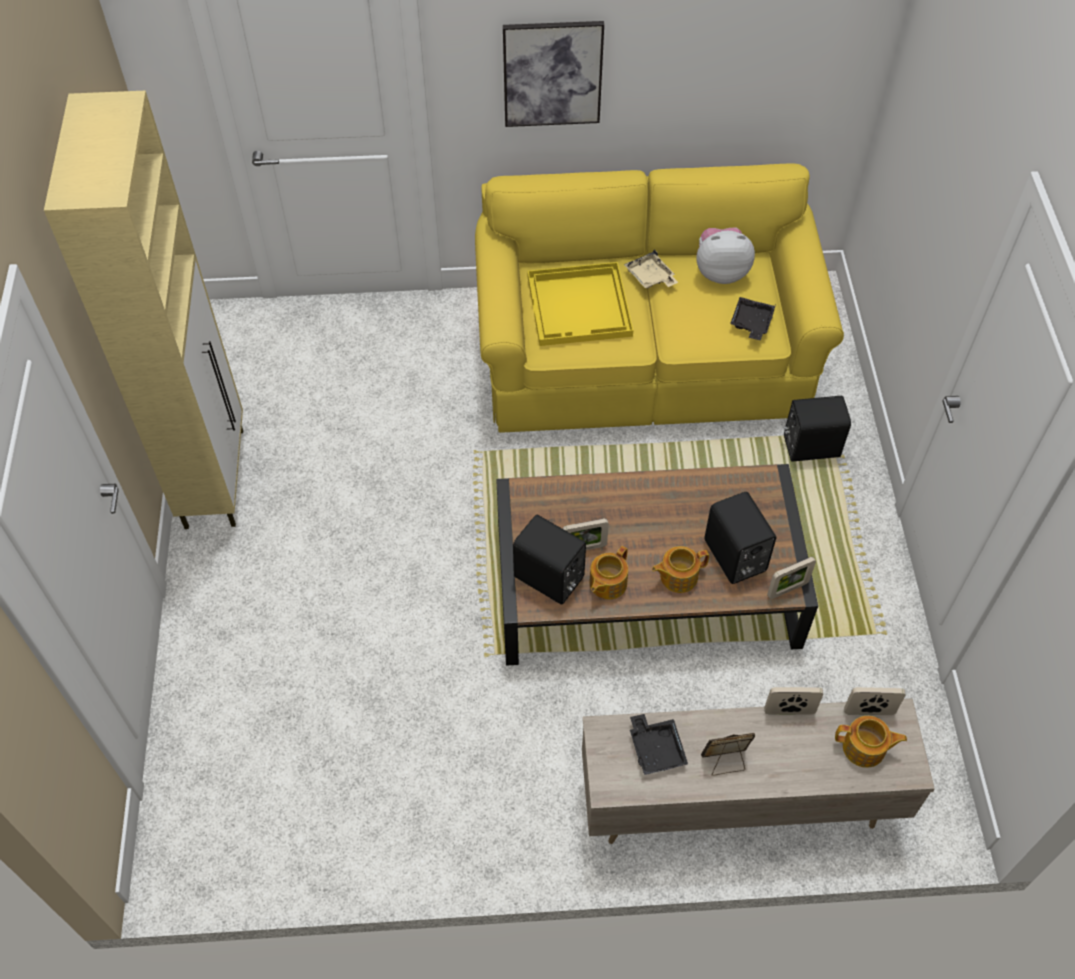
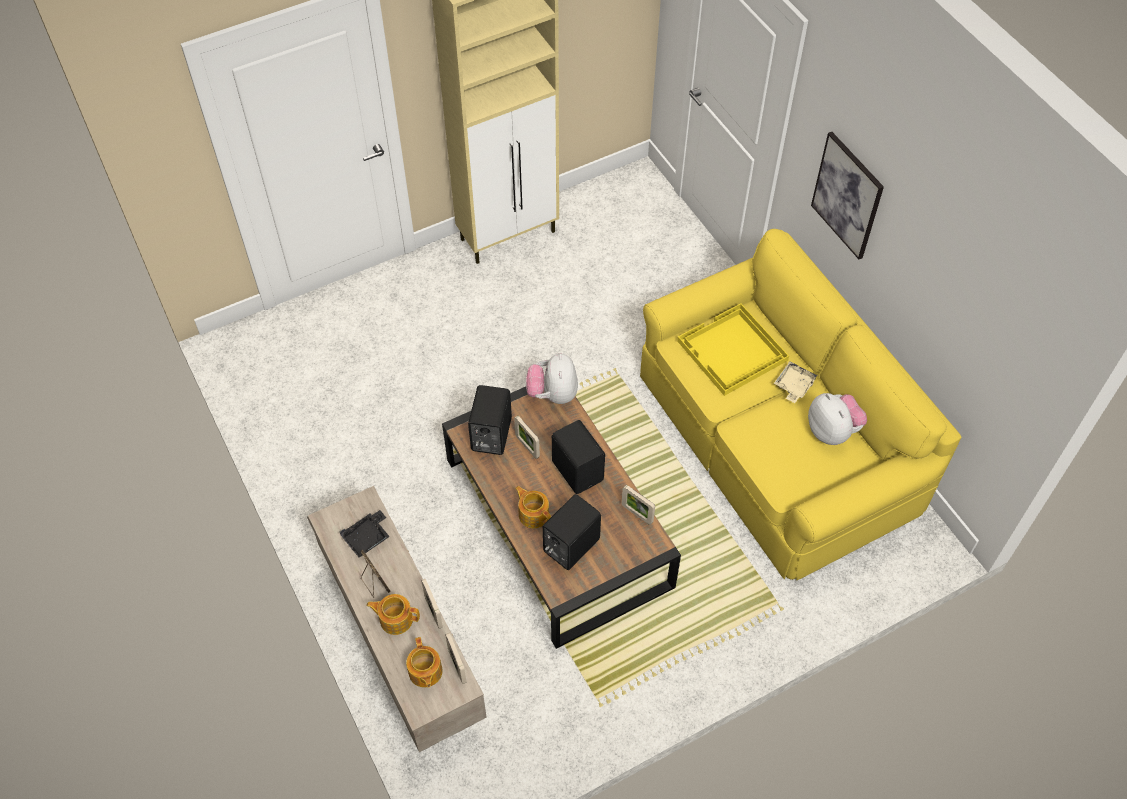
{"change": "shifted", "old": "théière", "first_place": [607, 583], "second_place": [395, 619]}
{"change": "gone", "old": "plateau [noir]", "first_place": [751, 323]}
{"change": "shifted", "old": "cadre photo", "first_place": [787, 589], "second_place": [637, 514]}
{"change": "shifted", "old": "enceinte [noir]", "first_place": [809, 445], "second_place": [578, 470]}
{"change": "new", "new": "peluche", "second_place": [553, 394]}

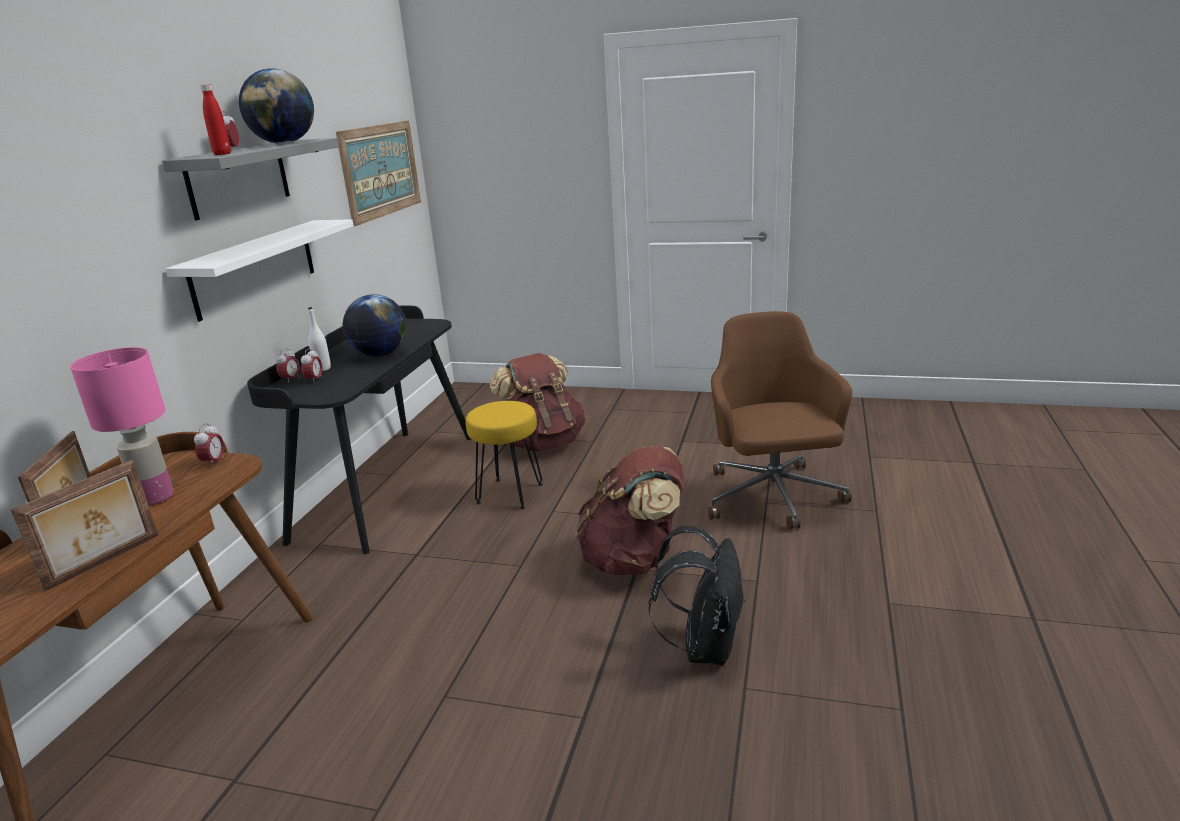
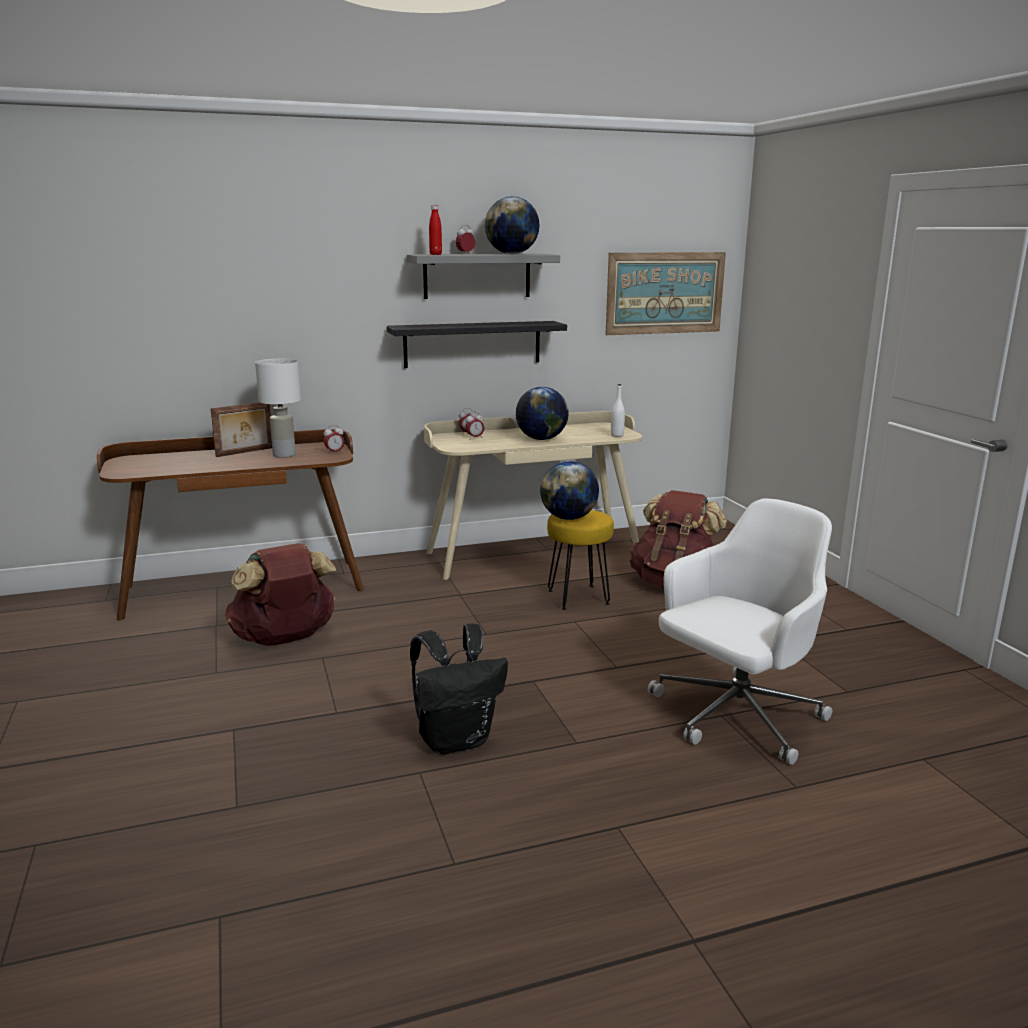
{"change": "gone", "old": "cadre photo", "first_place": [105, 562]}
{"change": "repainted", "old": "lampe de table [rose]", "new": "lampe de table [blanc]", "first_place": [154, 498], "second_place": [283, 455]}
{"change": "repainted", "old": "étagère [blanc]", "new": "étagère [noir]", "first_place": [255, 268], "second_place": [472, 344]}
{"change": "repainted", "old": "bureau [noir]", "new": "bureau [beige]", "first_place": [386, 485], "second_place": [533, 553]}
{"change": "shifted", "old": "bouteille [blanc]", "first_place": [323, 368], "second_place": [617, 435]}
{"change": "shifted", "old": "sac à dos [marron]", "first_place": [634, 560], "second_place": [285, 639]}
{"change": "repainted", "old": "chaise de bureau [marron]", "new": "chaise de bureau [blanc]", "first_place": [772, 498], "second_place": [735, 716]}
{"change": "new", "new": "globe", "second_place": [569, 518]}

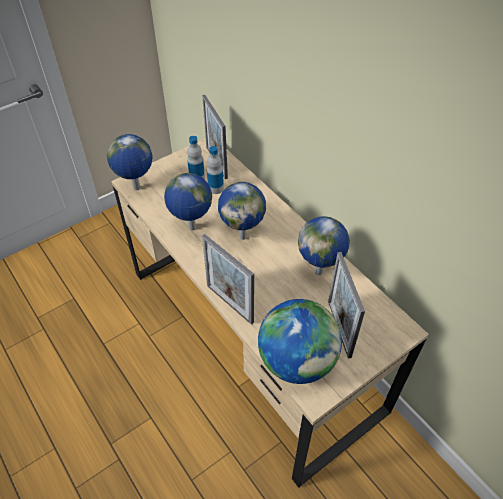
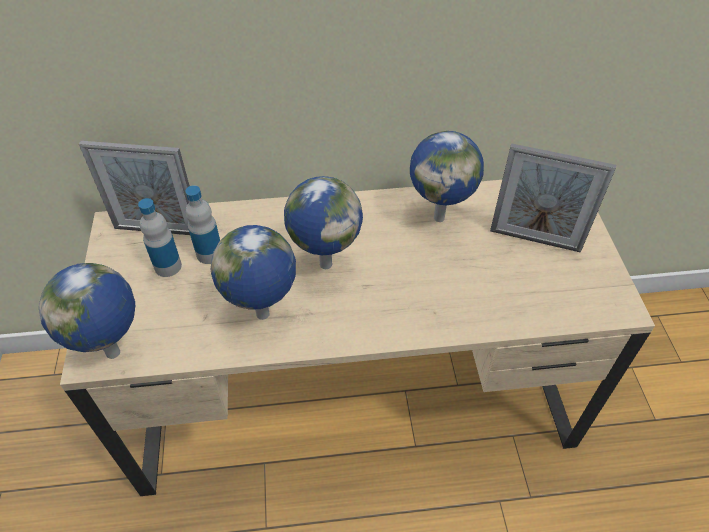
{"change": "gone", "old": "cadre photo", "first_place": [229, 303]}
{"change": "gone", "old": "globe", "first_place": [297, 361]}

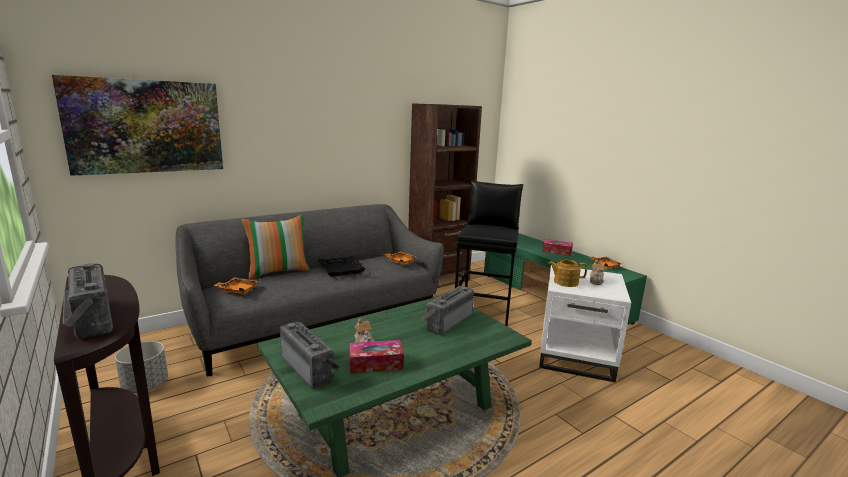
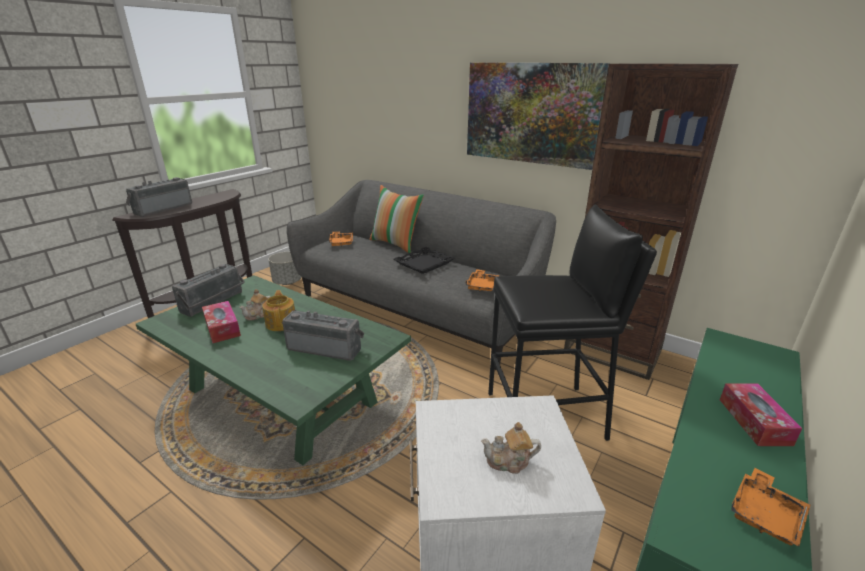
{"change": "shifted", "old": "tableau", "first_place": [146, 126], "second_place": [530, 113]}
{"change": "shifted", "old": "théière", "first_place": [565, 282], "second_place": [281, 323]}

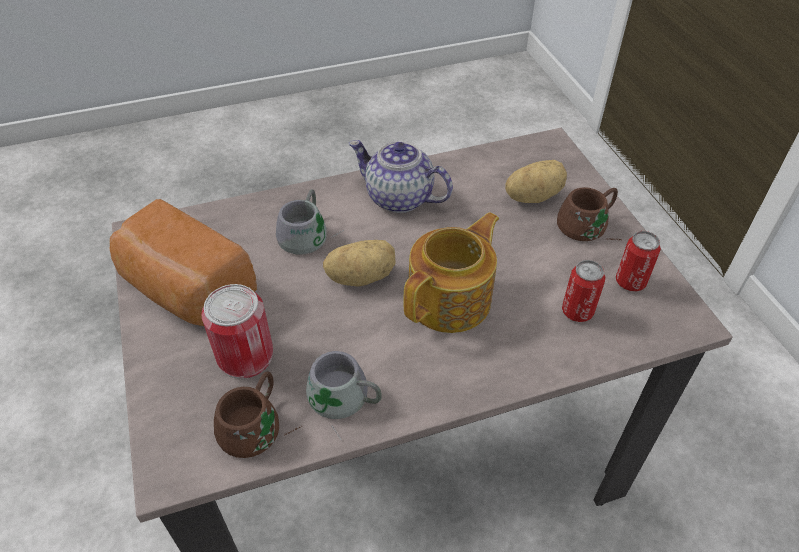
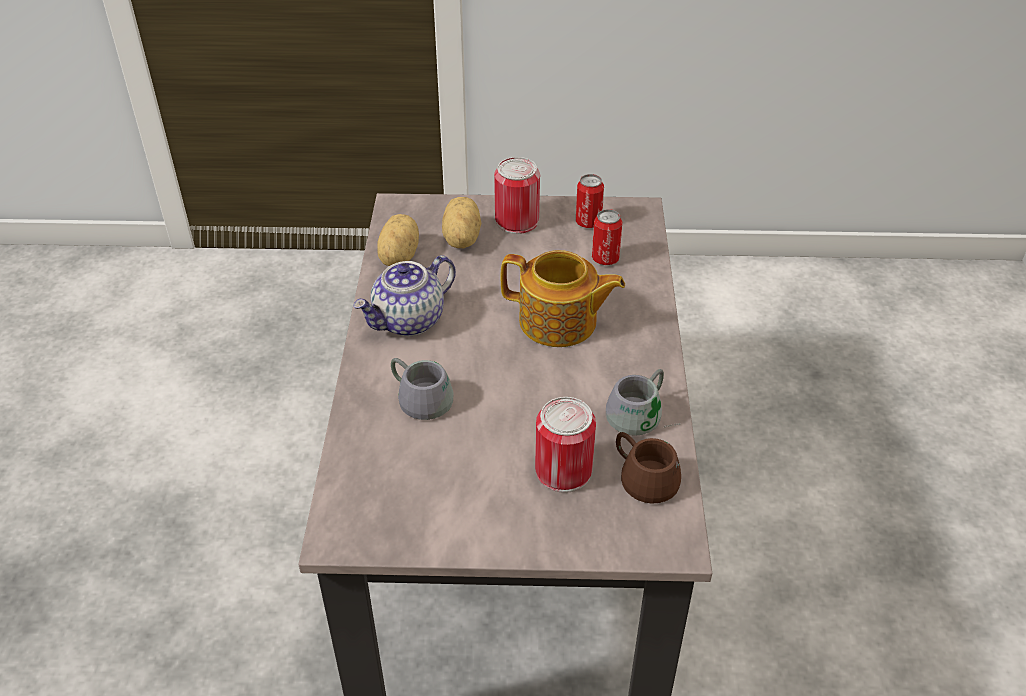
{"change": "gone", "old": "pain", "first_place": [186, 290]}
{"change": "shifted", "old": "pomme de terre", "first_place": [361, 276], "second_place": [397, 257]}
{"change": "rotated", "old": "théière", "first_place": [451, 300], "second_place": [559, 322], "degrees": 135}
{"change": "swapped", "old": "mug [marron]", "new": "boîte métallique", "first_place": [590, 226], "second_place": [517, 221]}

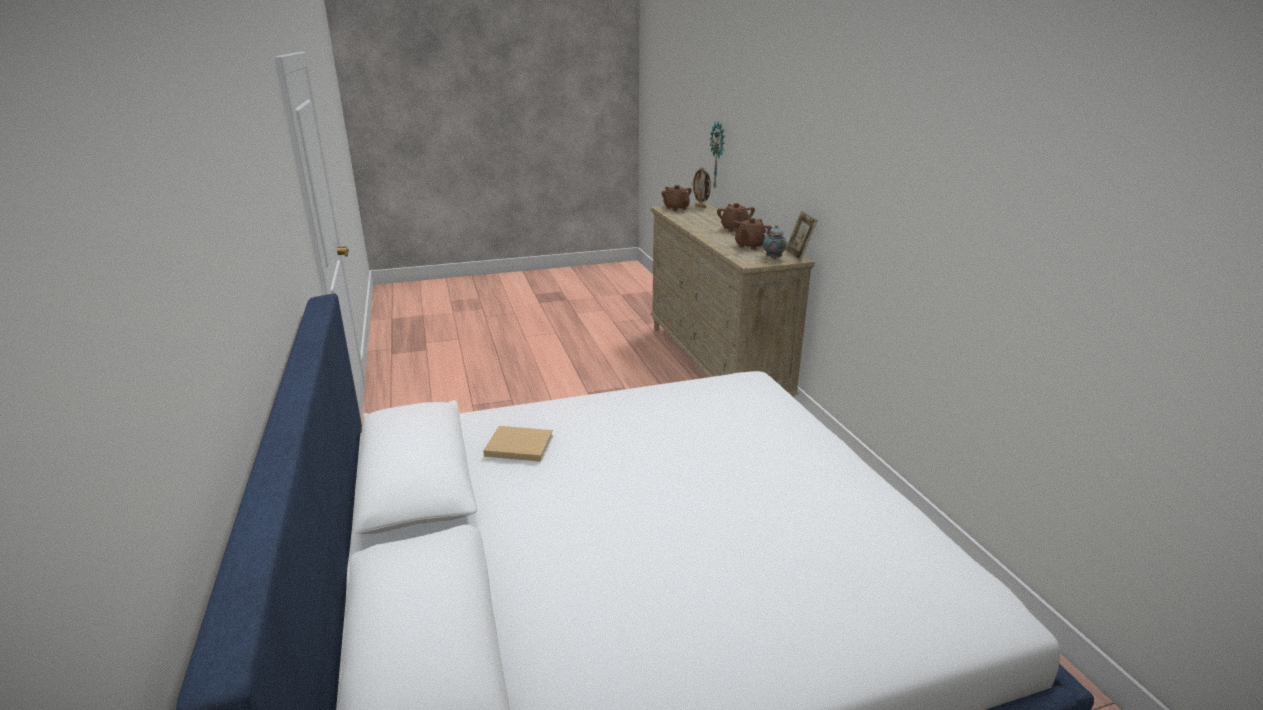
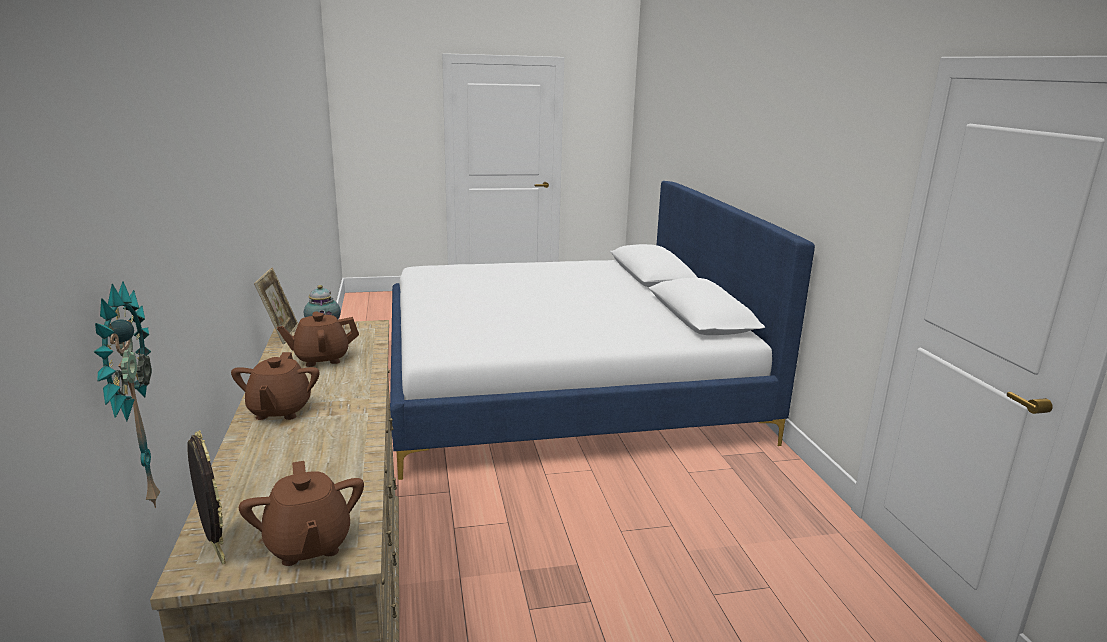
{"change": "gone", "old": "livre [beige]", "first_place": [517, 445]}
{"change": "rotated", "old": "théière [marron]", "first_place": [750, 246], "second_place": [321, 359], "degrees": -150}

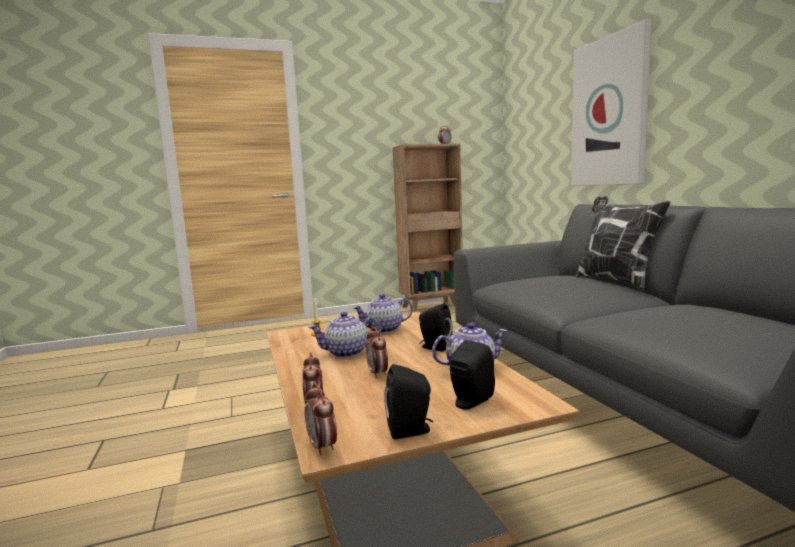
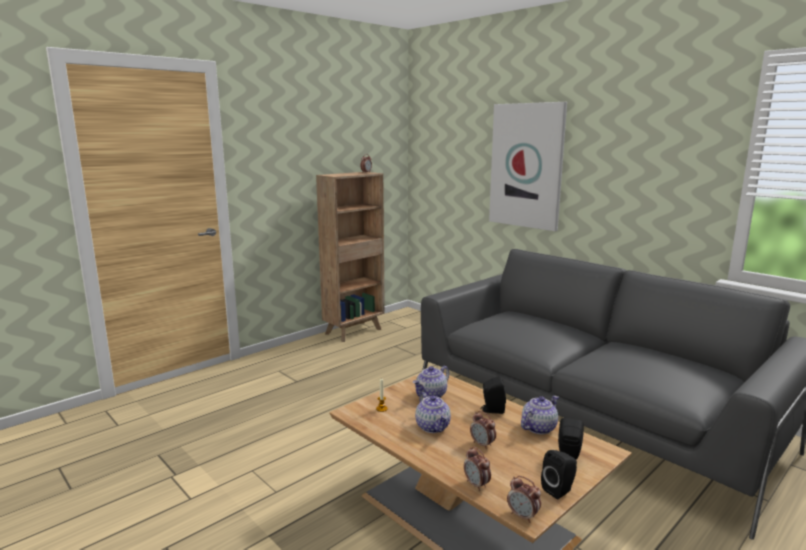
{"change": "rotated", "old": "théière", "first_place": [346, 353], "second_place": [433, 427], "degrees": -75}
{"change": "gone", "old": "coussin", "first_place": [615, 281]}

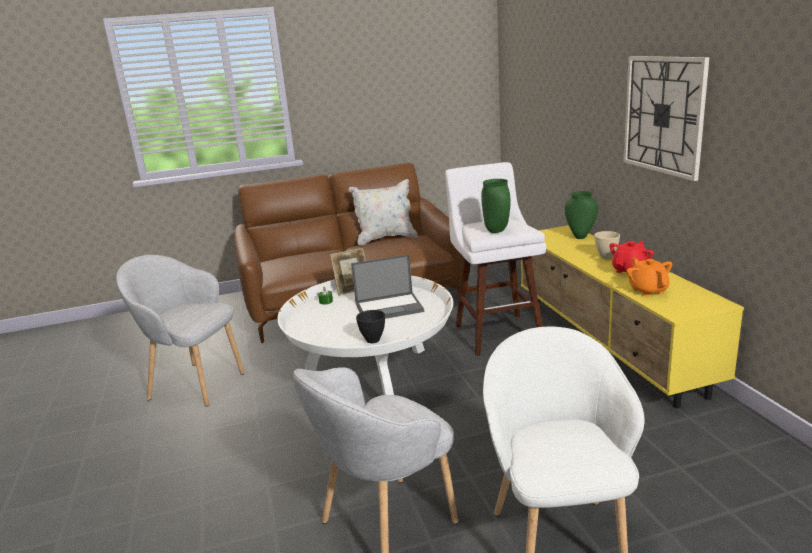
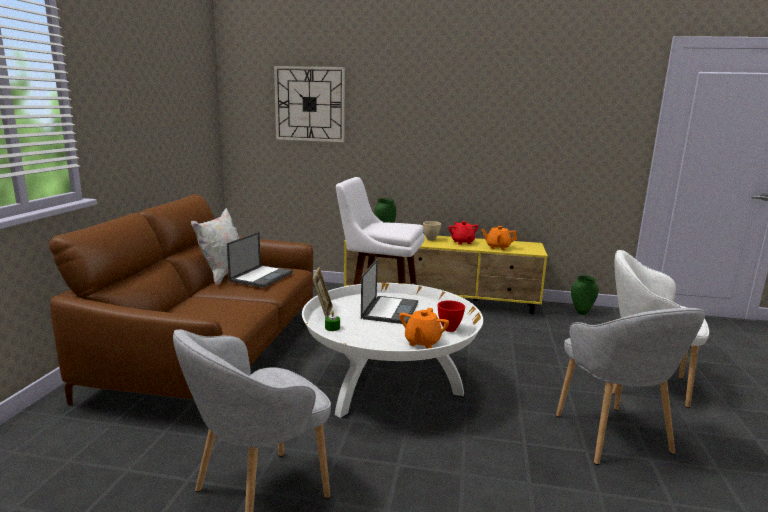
{"change": "repainted", "old": "bol [noir]", "new": "bol [rouge]", "first_place": [372, 340], "second_place": [449, 329]}
{"change": "shifted", "old": "vase [vert]", "first_place": [495, 231], "second_place": [581, 313]}
{"change": "shifted", "old": "horloge murale", "first_place": [663, 115], "second_place": [310, 104]}
{"change": "new", "new": "ordinateur portable", "second_place": [261, 276]}
{"change": "new", "new": "théière [orange]", "second_place": [422, 342]}

